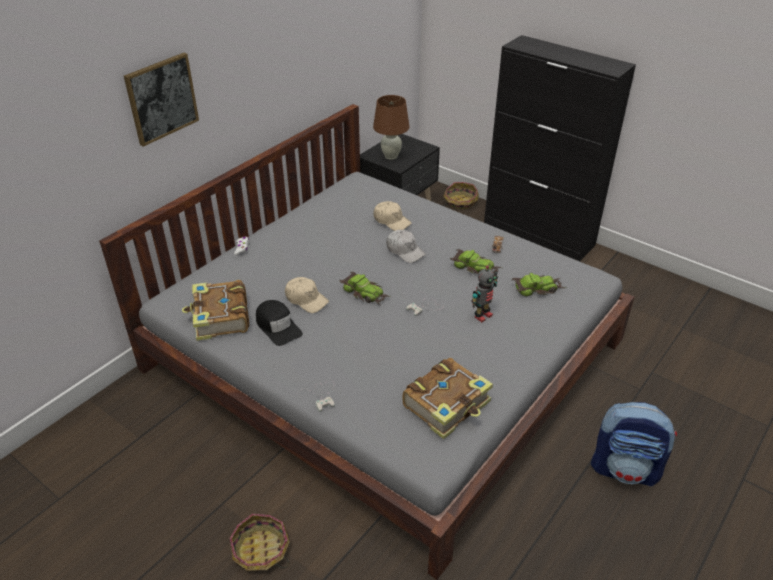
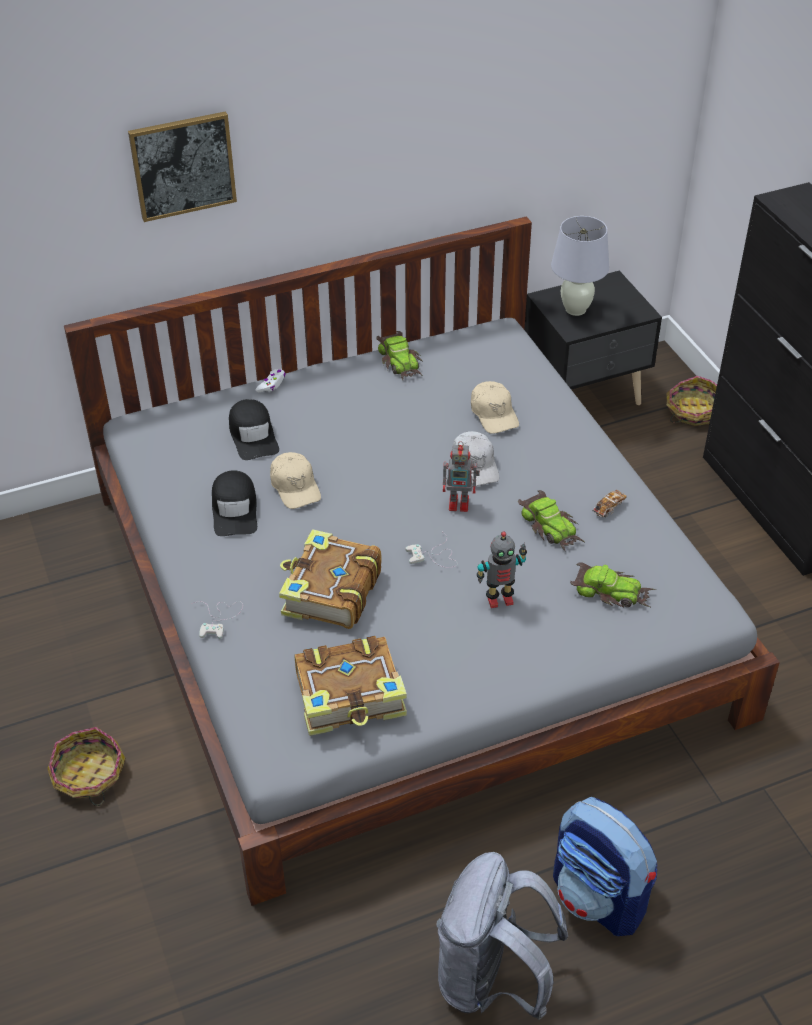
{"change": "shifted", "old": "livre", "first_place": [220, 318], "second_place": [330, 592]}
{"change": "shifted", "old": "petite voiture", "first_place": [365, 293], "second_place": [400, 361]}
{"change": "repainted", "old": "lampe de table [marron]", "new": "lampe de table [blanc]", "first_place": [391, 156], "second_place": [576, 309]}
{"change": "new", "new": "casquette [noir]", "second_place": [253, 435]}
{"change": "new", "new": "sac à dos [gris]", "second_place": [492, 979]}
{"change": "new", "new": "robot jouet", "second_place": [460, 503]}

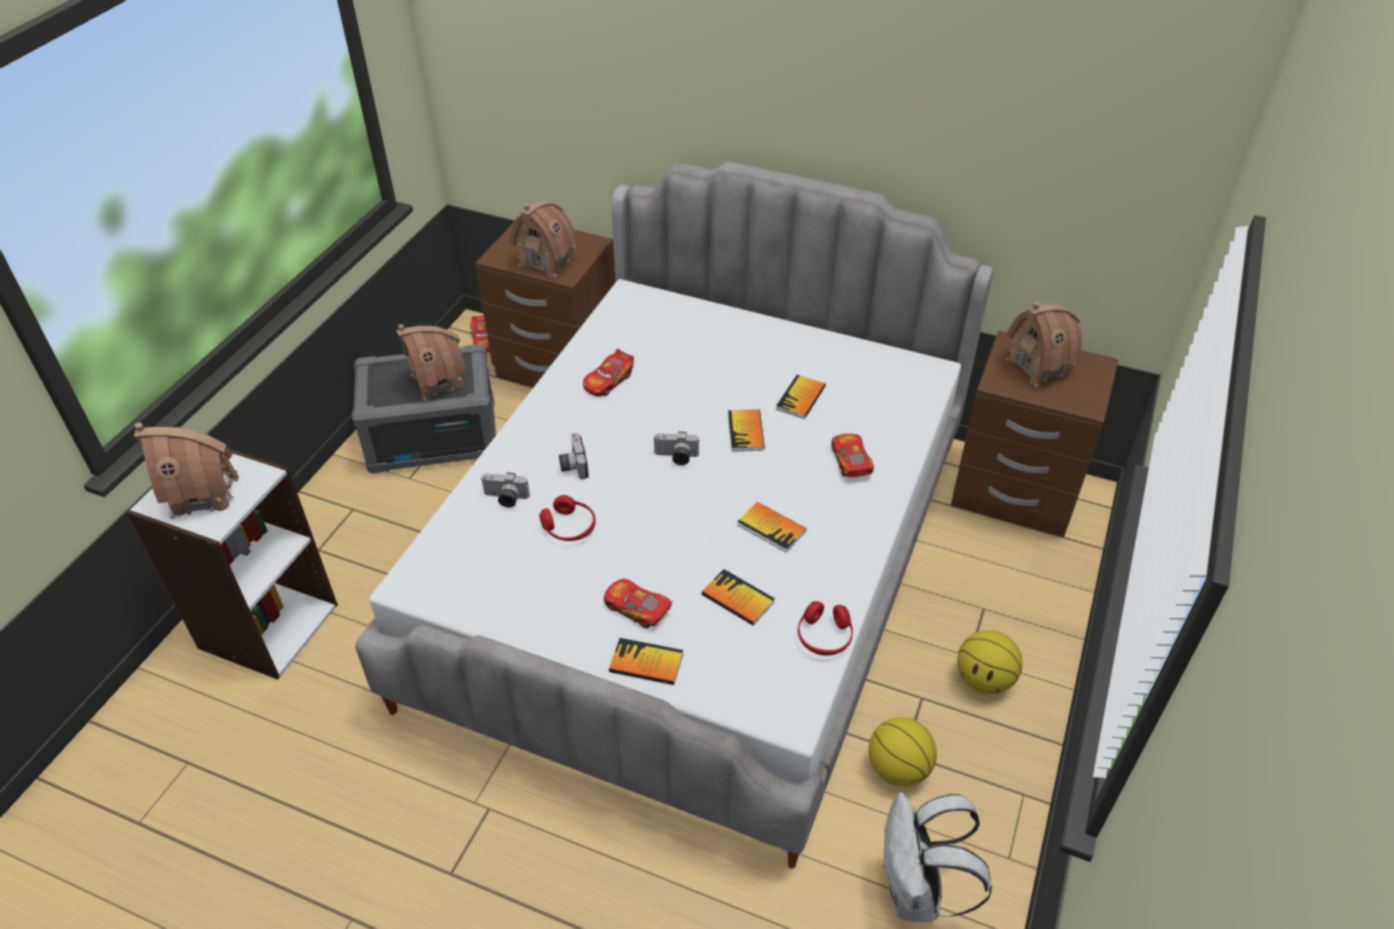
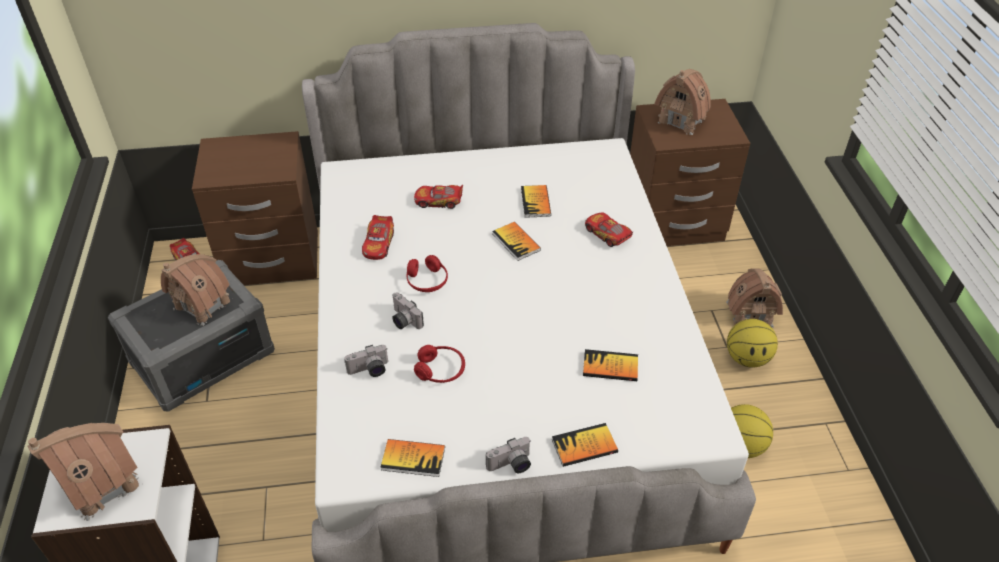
{"change": "shifted", "old": "maison miniature", "first_place": [547, 260], "second_place": [749, 314]}
{"change": "shifted", "old": "petite voiture", "first_place": [637, 608], "second_place": [438, 201]}
{"change": "shifted", "old": "appareil photo", "first_place": [676, 457], "second_place": [511, 465]}
{"change": "shifted", "old": "livre", "first_place": [771, 528], "second_place": [413, 458]}
{"change": "shifted", "old": "casque audio [rouge]", "first_place": [824, 636], "second_place": [427, 281]}
{"change": "gone", "old": "sac à dos [blanc]", "first_place": [917, 892]}

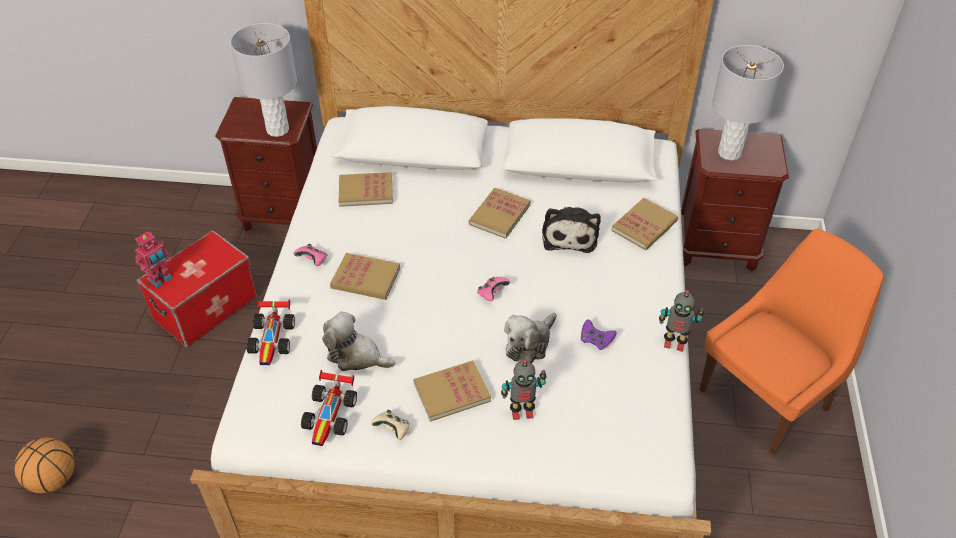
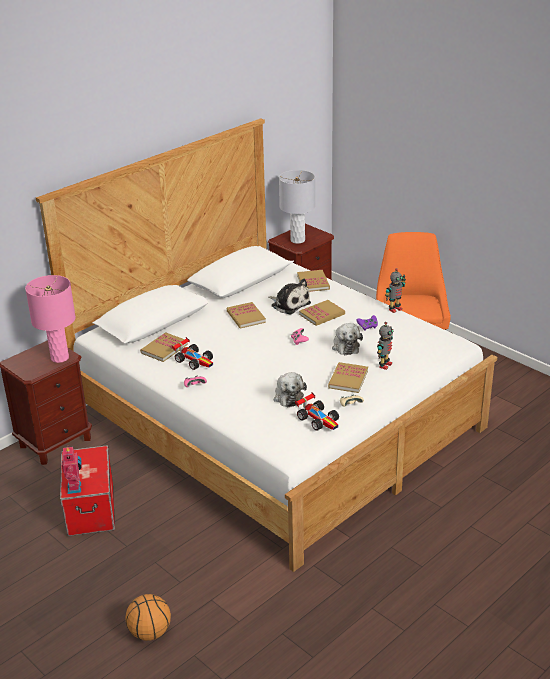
{"change": "repainted", "old": "lampe de table [gris]", "new": "lampe de table [rose]", "first_place": [278, 130], "second_place": [60, 358]}
{"change": "shifted", "old": "petite voiture", "first_place": [273, 339], "second_place": [195, 360]}
{"change": "rotated", "old": "peluche", "first_place": [356, 355], "second_place": [288, 396], "degrees": -75}
{"change": "shifted", "old": "livre", "first_place": [365, 278], "second_place": [322, 314]}

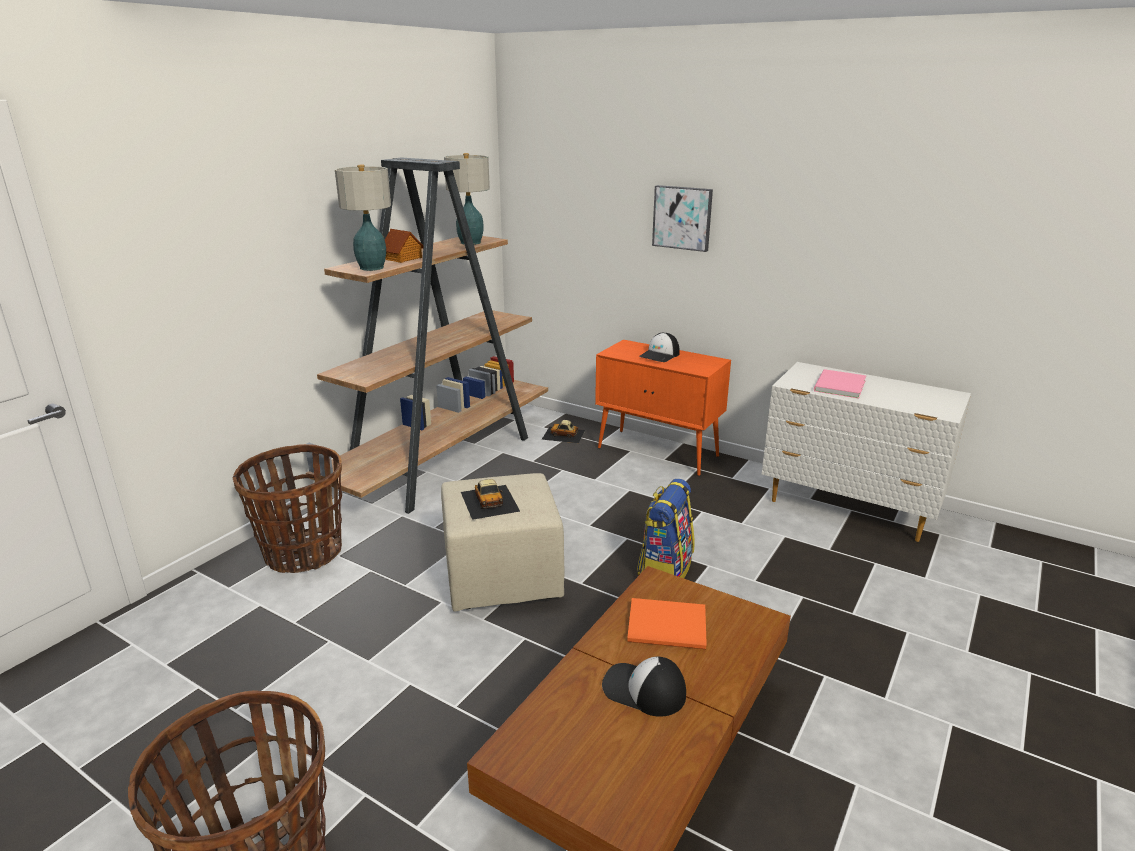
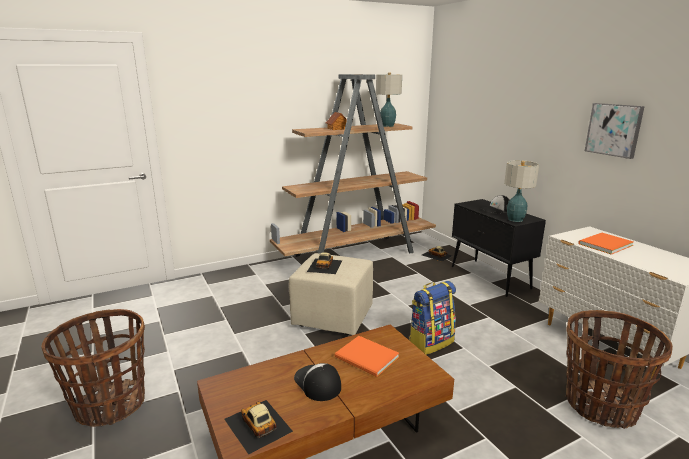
{"change": "shifted", "old": "panier", "first_place": [302, 553], "second_place": [601, 406]}
{"change": "shifted", "old": "lampe de table", "first_place": [371, 268], "second_place": [515, 219]}
{"change": "repainted", "old": "meuble de rangement [orange]", "new": "meuble de rangement [noir]", "first_place": [658, 452], "second_place": [490, 277]}
{"change": "shifted", "old": "tableau", "first_place": [682, 217], "second_place": [614, 130]}
{"change": "repainted", "old": "livre [rose]", "new": "livre [orange]", "first_place": [838, 386], "second_place": [603, 244]}
{"change": "new", "new": "petite voiture", "second_place": [257, 425]}

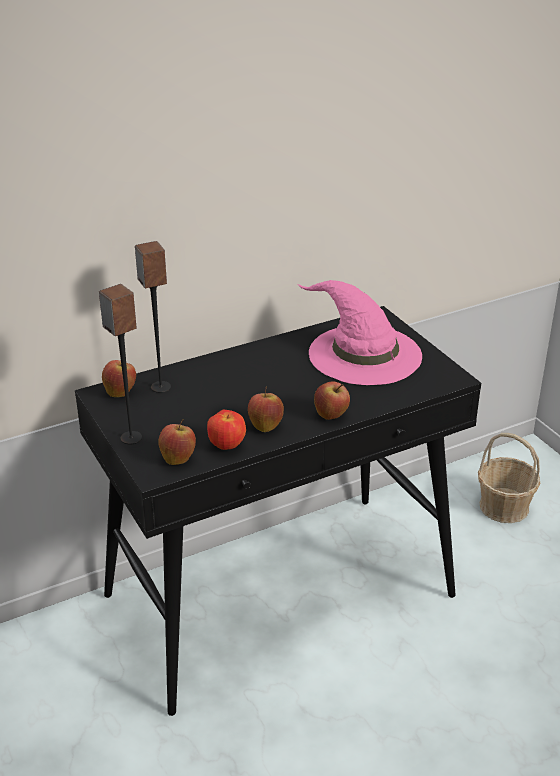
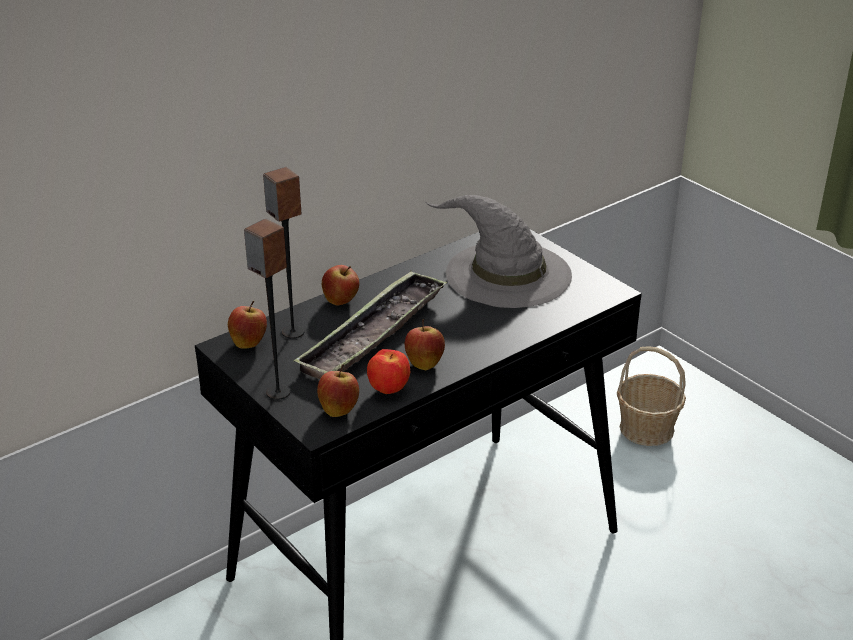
{"change": "repainted", "old": "chapeau [rose]", "new": "chapeau [gris]", "first_place": [363, 354], "second_place": [506, 273]}
{"change": "shifted", "old": "pomme", "first_place": [331, 415], "second_place": [341, 301]}
{"change": "new", "new": "plateau", "second_place": [373, 334]}

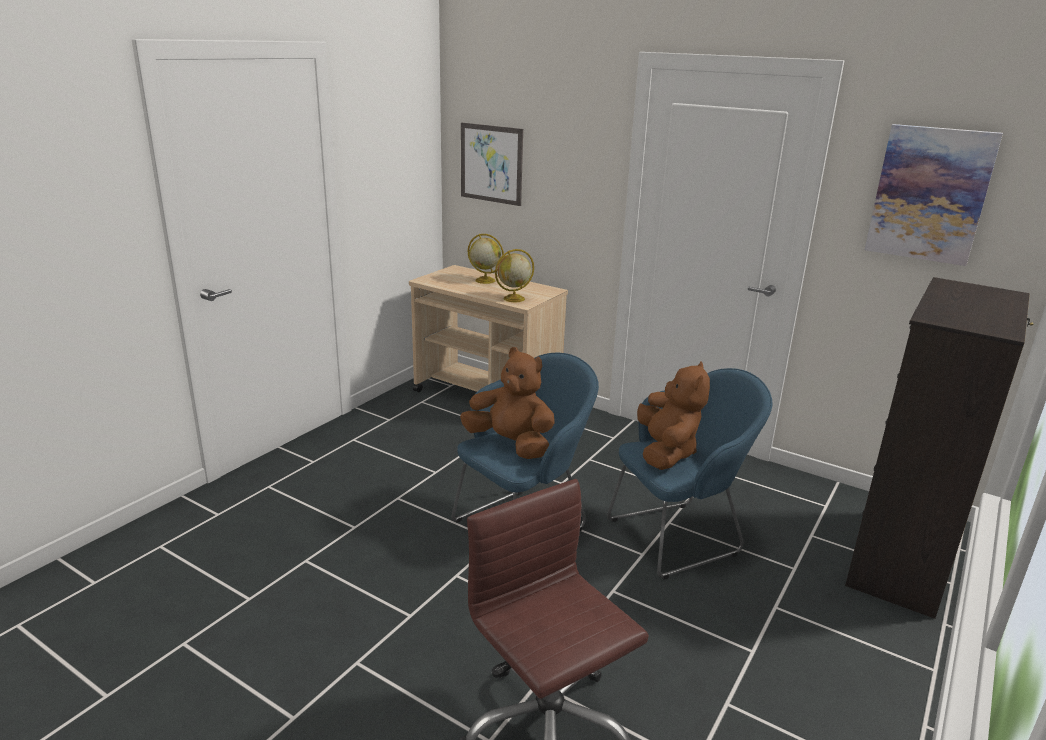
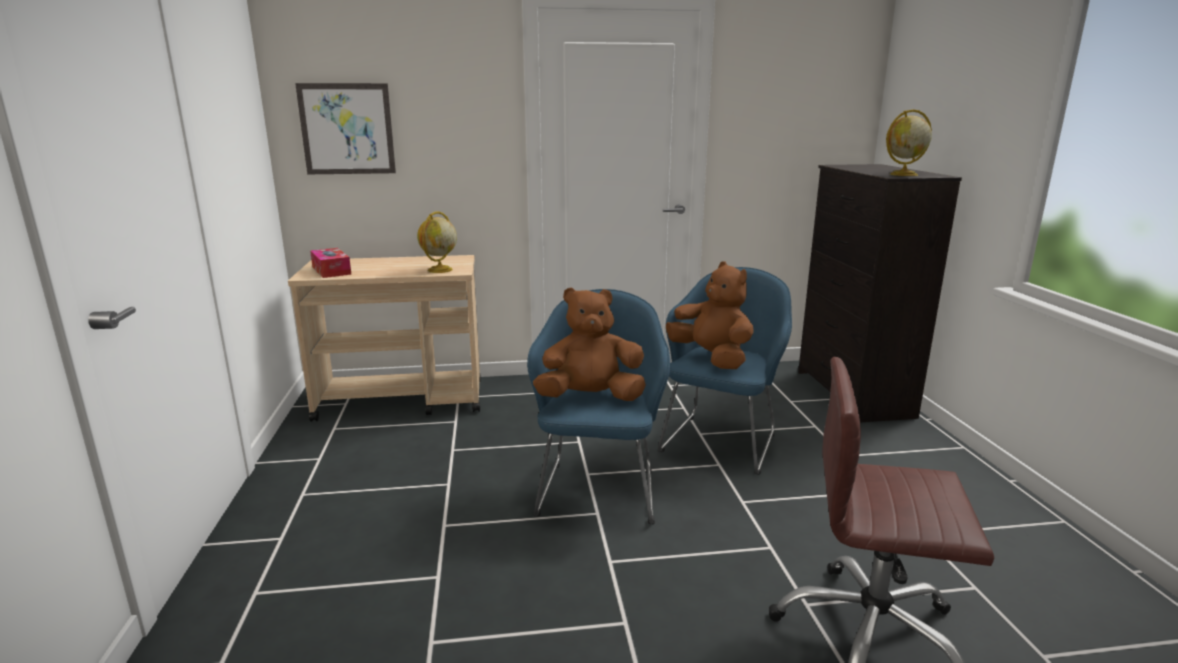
{"change": "shifted", "old": "globe", "first_place": [484, 280], "second_place": [903, 174]}
{"change": "gone", "old": "tableau", "first_place": [930, 194]}
{"change": "new", "new": "boîte à mouchoirs", "second_place": [331, 270]}

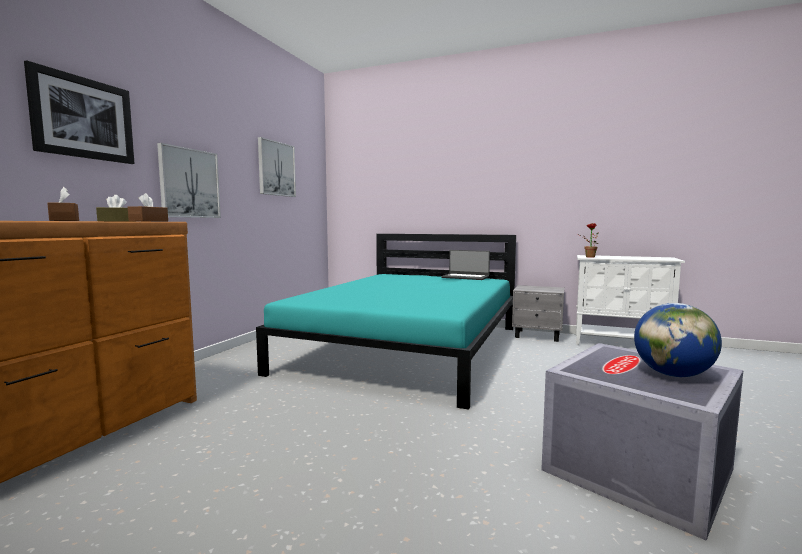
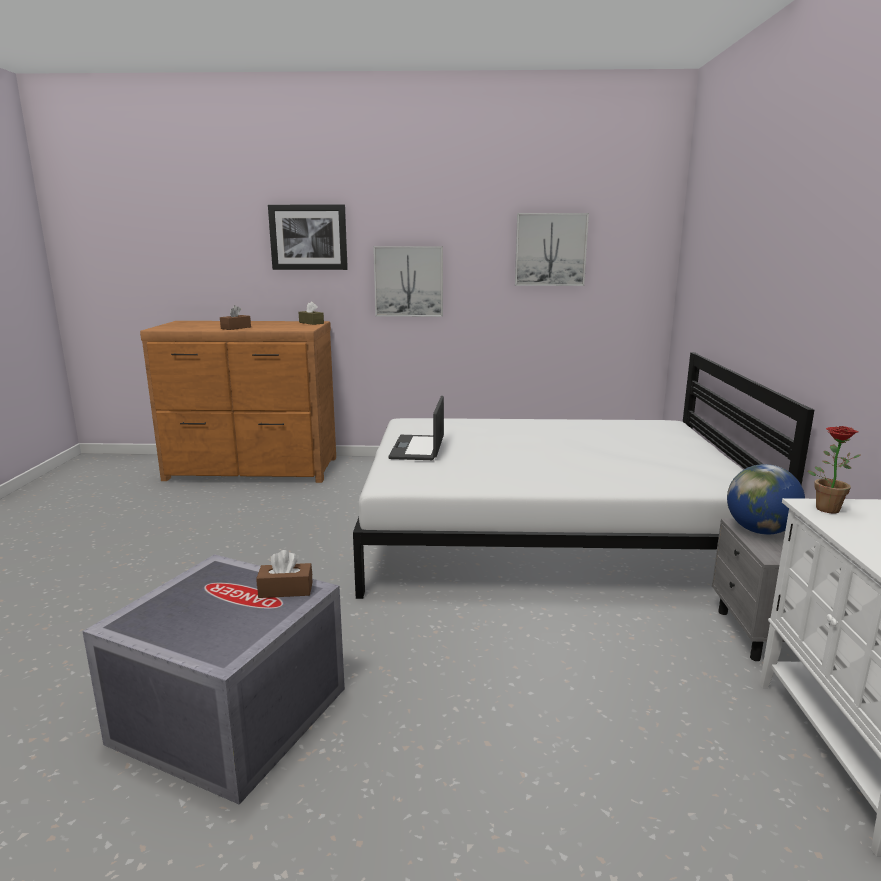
{"change": "shifted", "old": "boîte à mouchoirs [marron]", "first_place": [149, 221], "second_place": [285, 590]}
{"change": "repainted", "old": "lit [turquoise]", "new": "lit [blanc]", "first_place": [409, 348], "second_place": [547, 534]}
{"change": "shifted", "old": "ordinateur portable", "first_place": [465, 277], "second_place": [418, 448]}
{"change": "shifted", "old": "globe", "first_place": [672, 374], "second_place": [760, 531]}

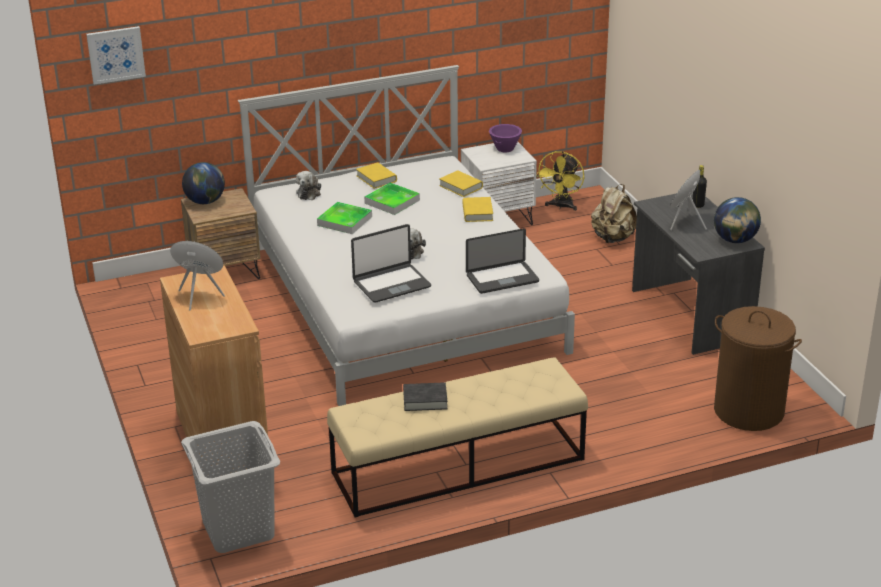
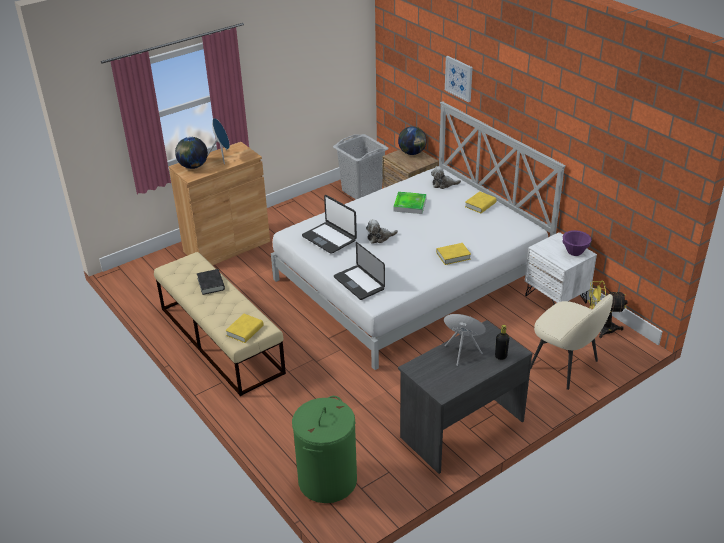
{"change": "shifted", "old": "tableau", "first_place": [116, 54], "second_place": [459, 78]}
{"change": "shifted", "old": "panier à linge [gris]", "first_place": [237, 529], "second_place": [361, 191]}
{"change": "gone", "old": "plateau", "first_place": [392, 201]}
{"change": "shifted", "old": "livre [jaune]", "first_place": [461, 187], "second_place": [245, 331]}
{"change": "swapped", "old": "sac à dos [beige]", "new": "chaise [beige]", "first_place": [612, 238], "second_place": [565, 365]}
{"change": "shifted", "old": "globe", "first_place": [735, 240], "second_place": [193, 166]}
{"change": "repainted", "old": "panier à linge [marron]", "new": "panier à linge [vert]", "first_place": [748, 411], "second_place": [327, 480]}

